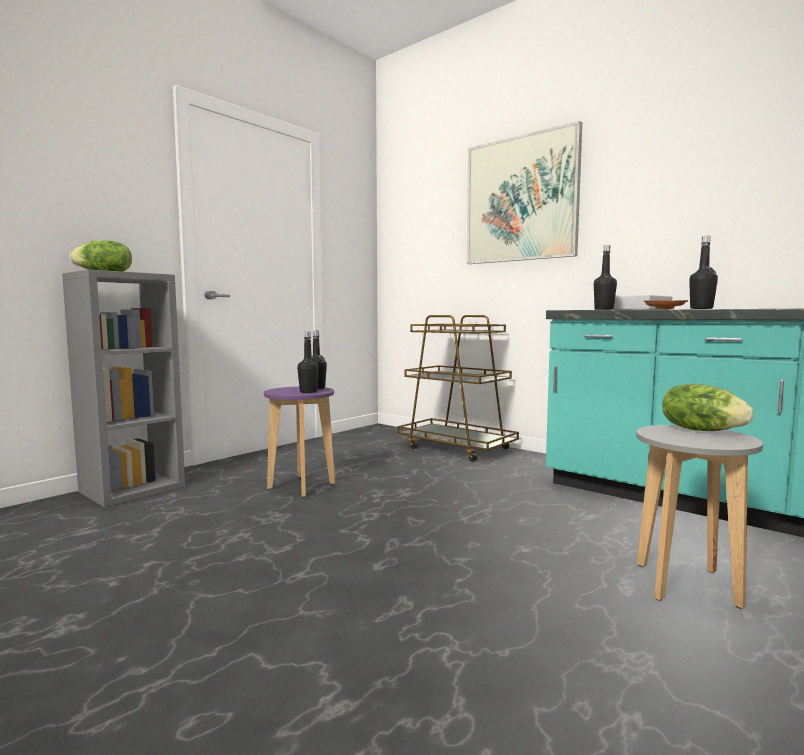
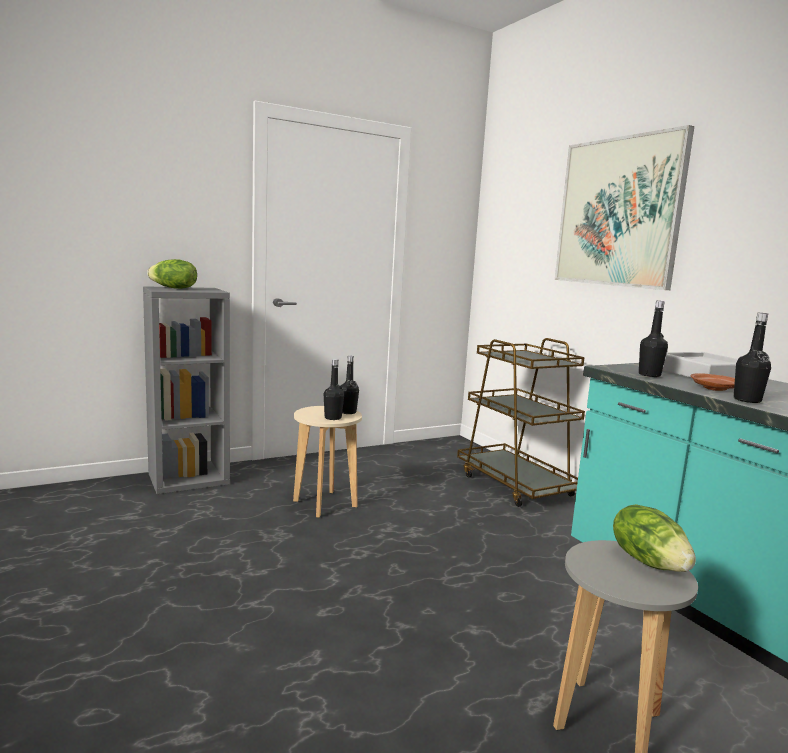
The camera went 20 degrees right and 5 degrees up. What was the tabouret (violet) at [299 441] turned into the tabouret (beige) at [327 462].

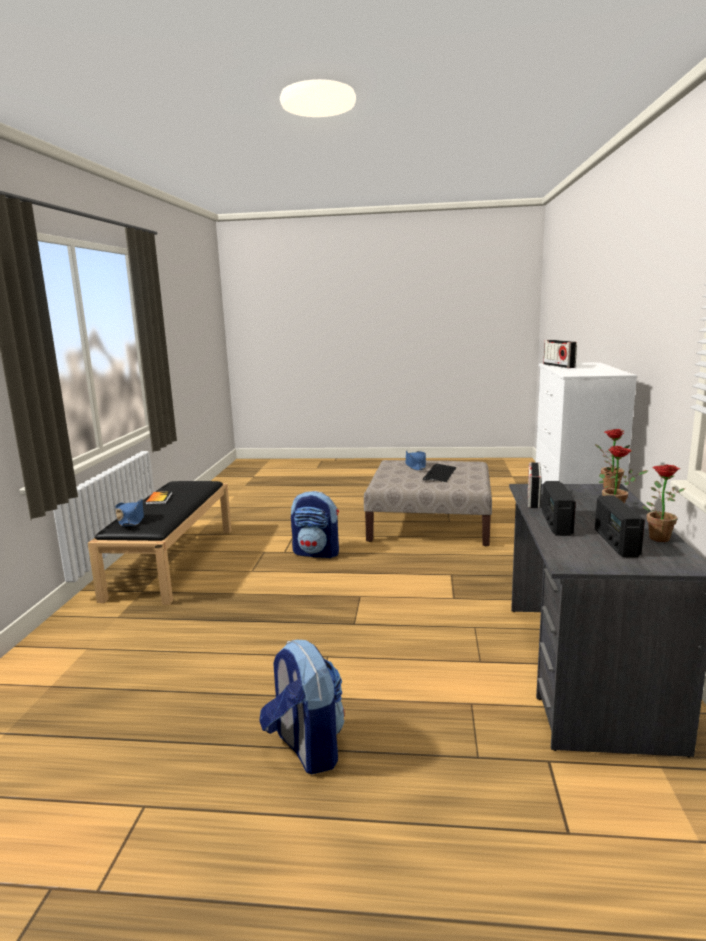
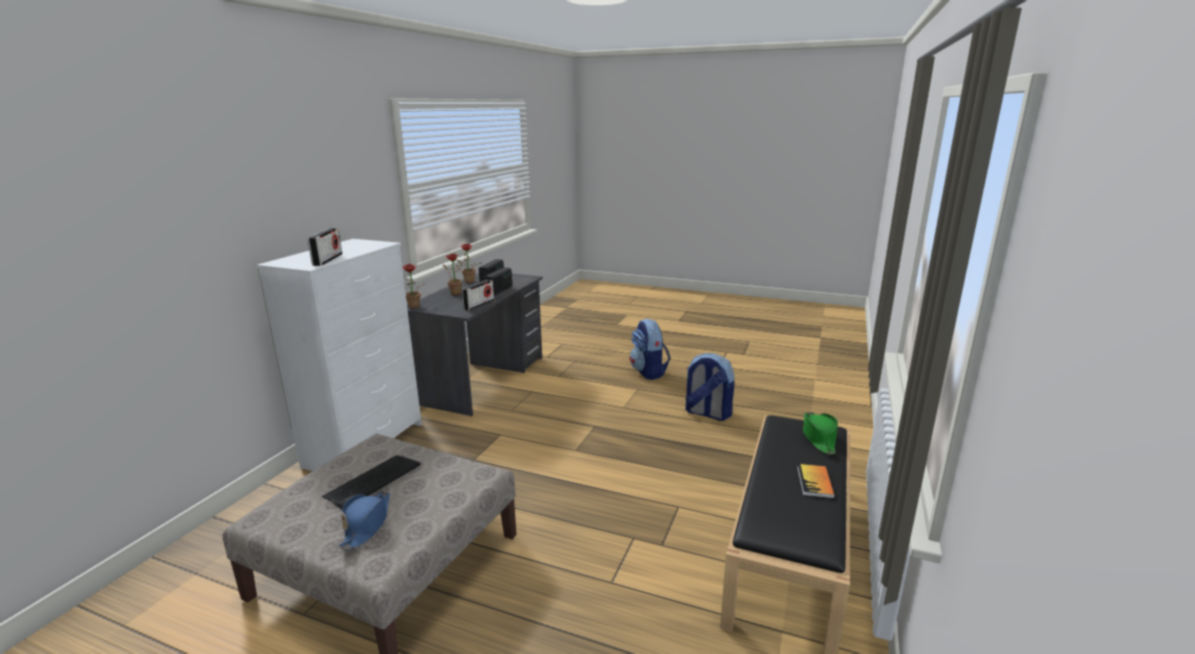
The camera went 165 degrees left and 5 degrees up. What was the chapeau (bleu) at [129 512] turned into the chapeau (vert) at [820 433]. The sac à dos ended up elsewhere, having gone from [315 524] to [709 387].

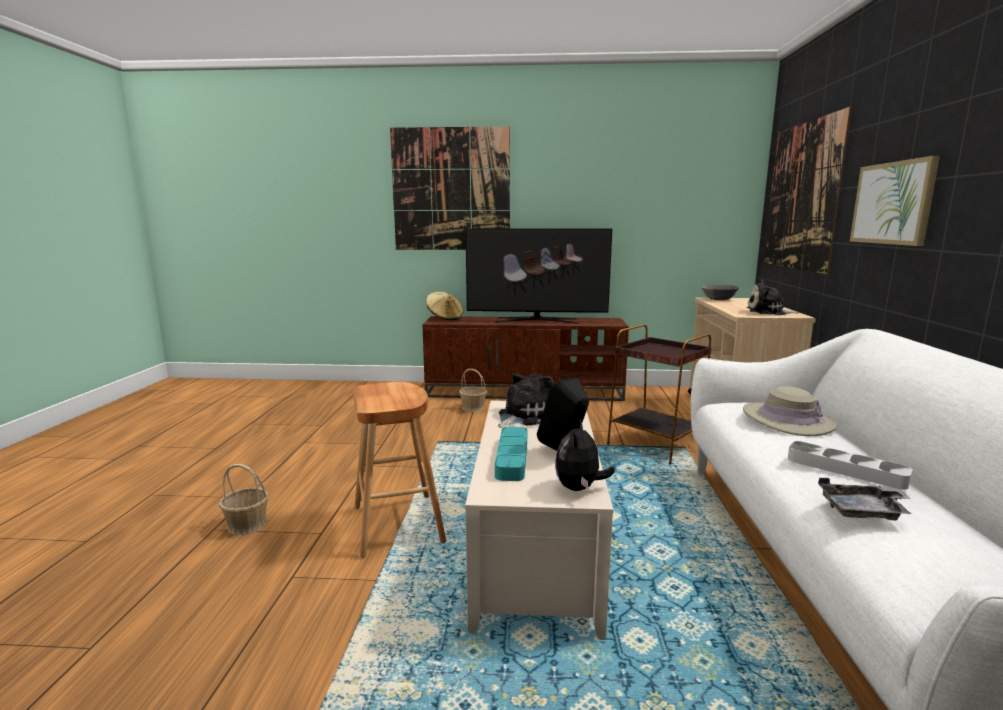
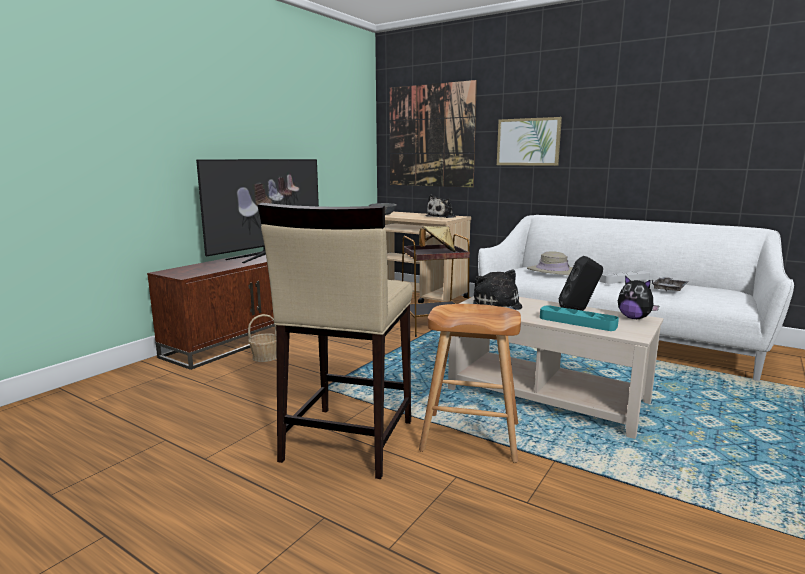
The camera went 60 degrees left and 0 degrees up. The second view lost the panier at [244 499]. The second view lost the tableau at [450 188]. The chapeau (beige) ended up elsewhere, having gone from [444 306] to [437 239]. The second view gained the tabouret (beige) at [335 341].

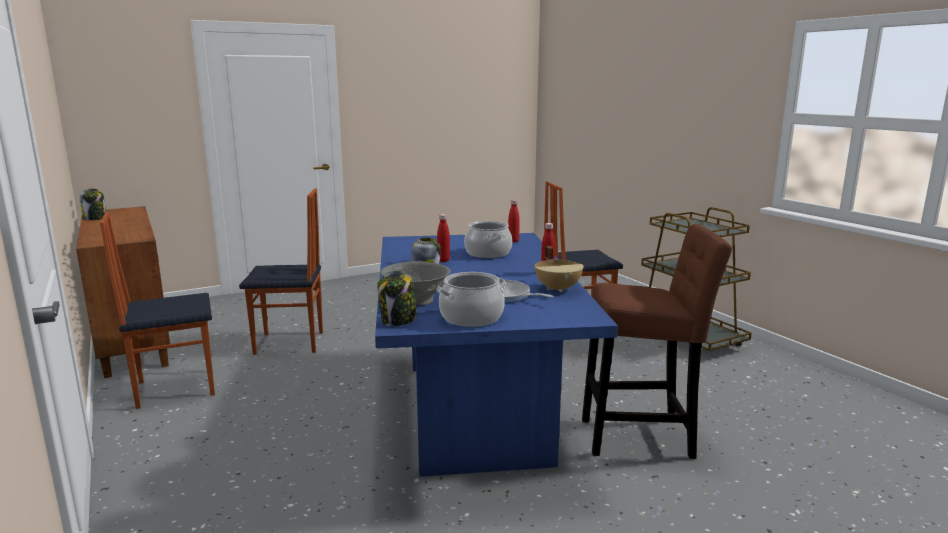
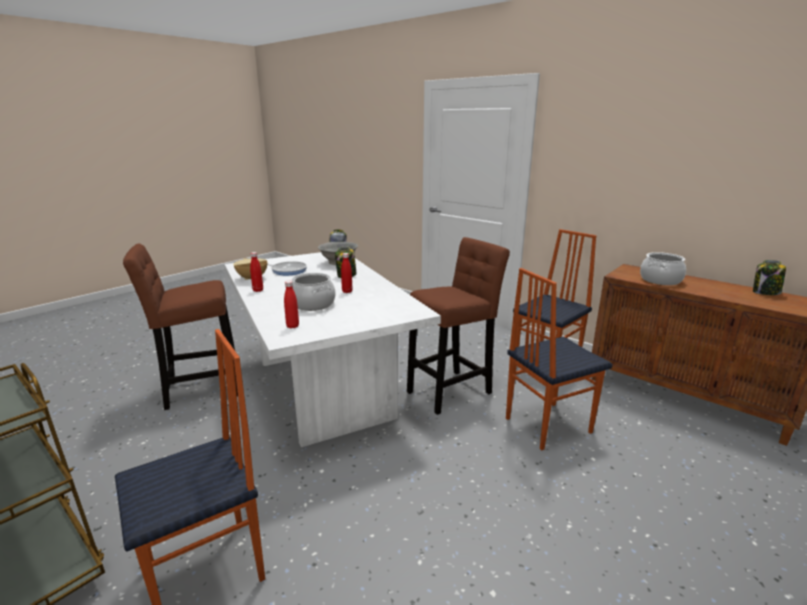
The camera went 160 degrees right and 5 degrees up. What was the table à manger (bleu) at [496 355] turned into the table à manger (blanc) at [332 349]. The marmite ended up elsewhere, having gone from [471 299] to [663 268]. The second view gained the tabouret (marron) at [458 326].

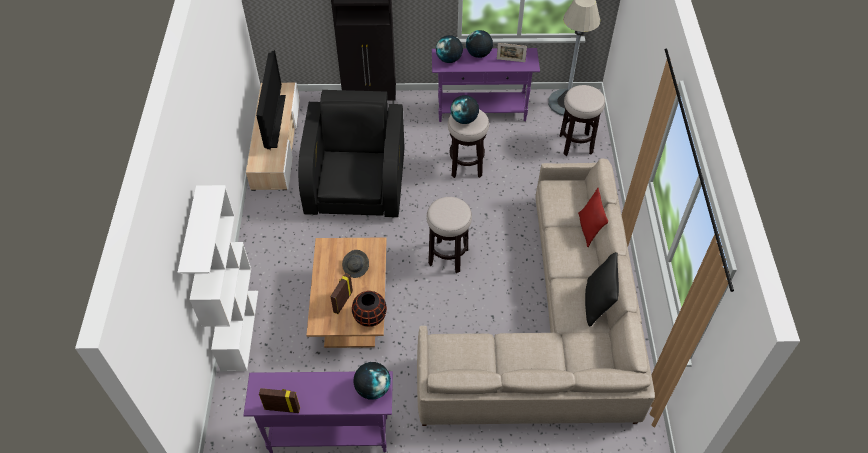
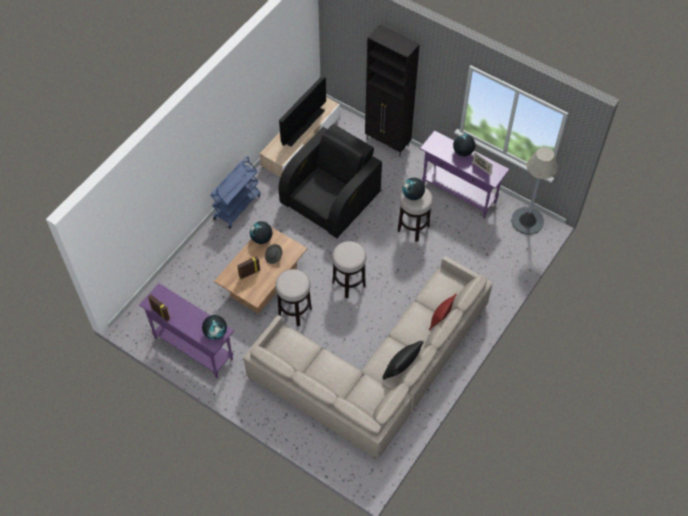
The camera went 35 degrees right and 5 degrees up. The second view lost the bibliothèque (blanc) at [218 278]. The second view lost the vase (noir) at [369 309]. The globe ended up elsewhere, having gone from [449 49] to [261 232]. The tabouret ended up elsewhere, having gone from [582 120] to [293 297]. The second view gained the chariot (bleu) at [235 192].

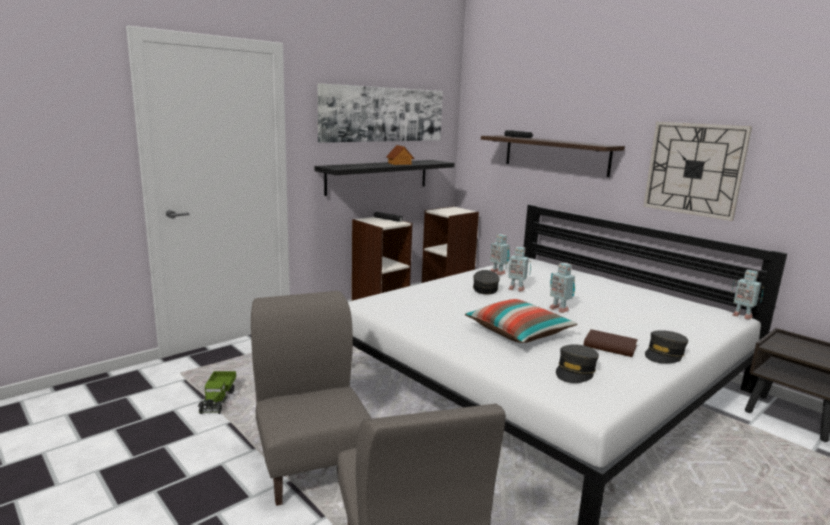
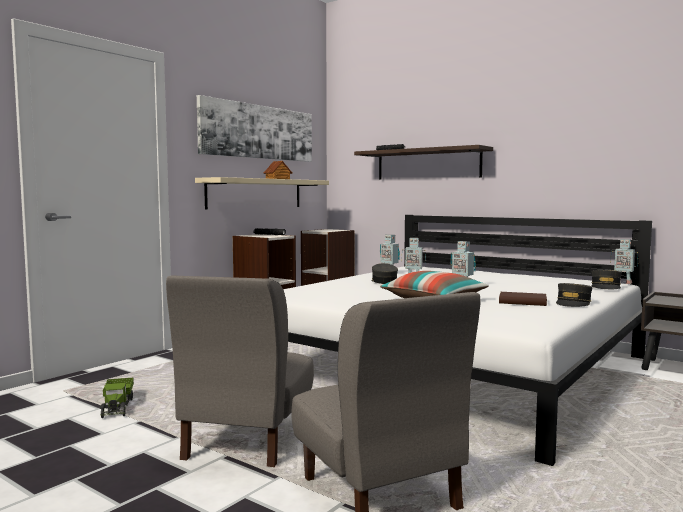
The camera went 10 degrees left and 10 degrees down. The chaise (gris) at [311 398] ended up facing another way, 135 degrees counterclockwise from before. What was the étagère (noir) at [384 178] turned into the étagère (beige) at [262 193]. The casquette (gris) ended up elsewhere, having gone from [577 363] to [607 279]. The second view lost the horloge murale at [697 171].

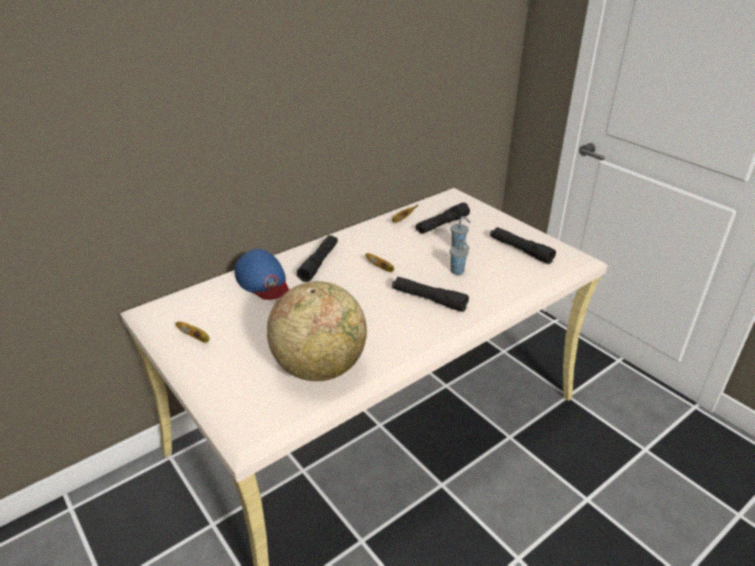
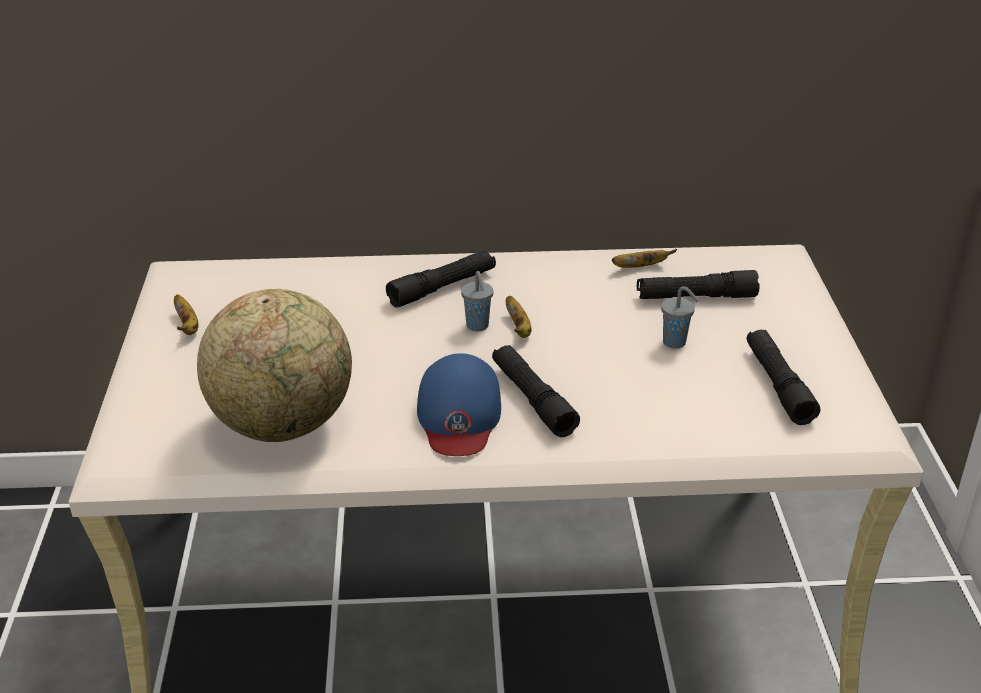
The camera went 35 degrees right and 0 degrees up. The casquette (bleu) ended up elsewhere, having gone from [261 274] to [459 404]. The tasse (gris) ended up elsewhere, having gone from [460 257] to [477 301].

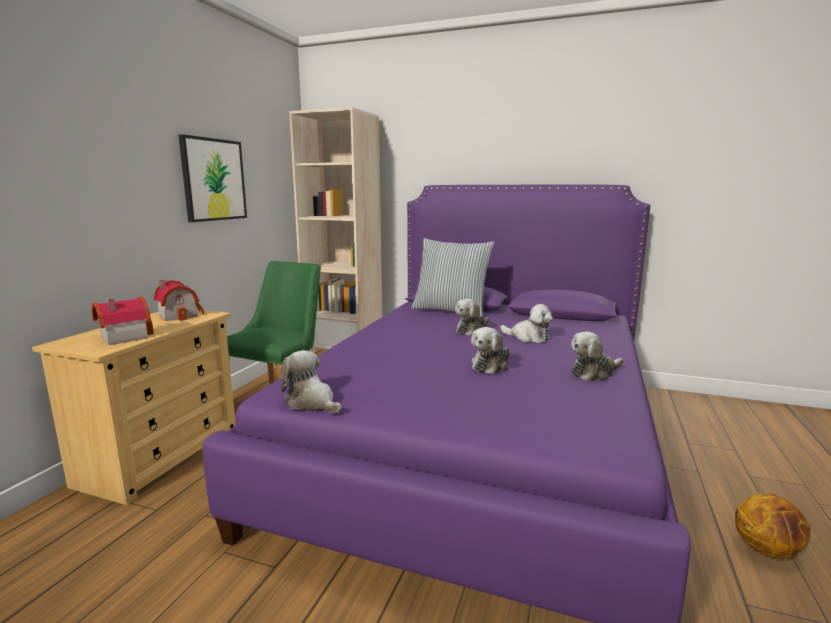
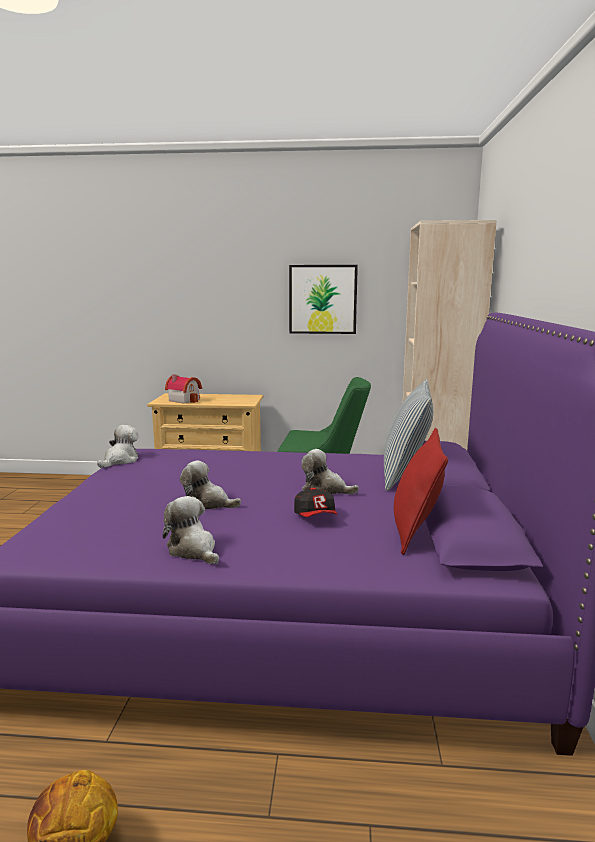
The camera went 75 degrees right and 0 degrees up. The second view lost the maison miniature at [179 300]. Where the peluche stood at [526 323], the casquette came to stand at [316 502]. The second view gained the coussin (rouge) at [421 491].

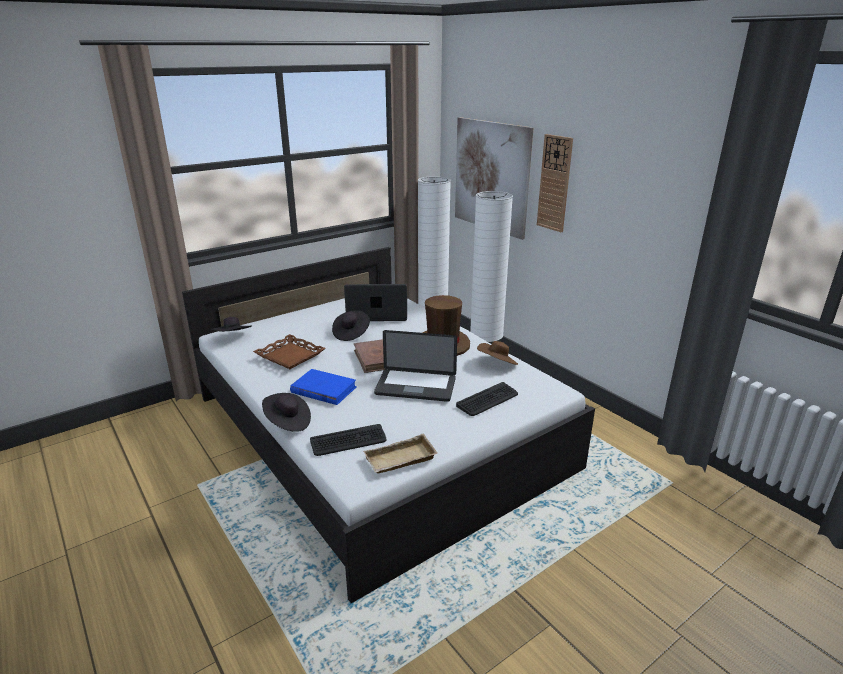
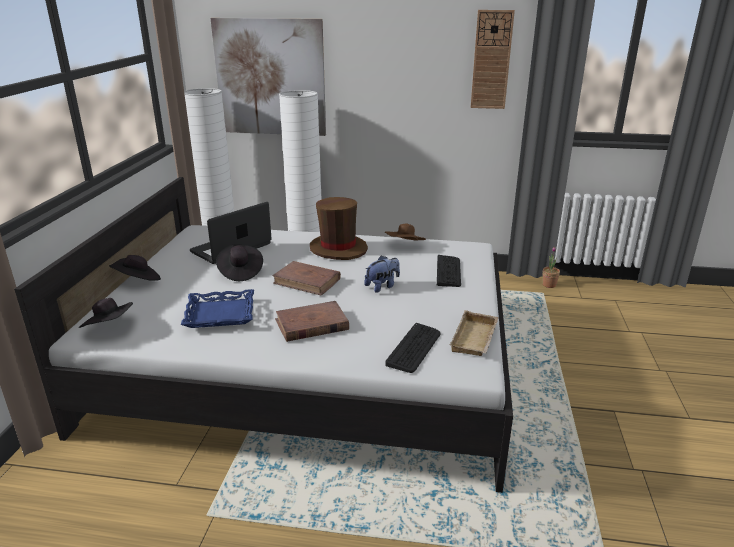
The camera went 45 degrees left and 0 degrees up. What was the plateau (marron) at [289 351] turned into the plateau (bleu) at [217 308]. The chapeau (noir) ended up elsewhere, having gone from [286 412] to [135 268]. What was the livre (bleu) at [323 387] turned into the livre (marron) at [312 321]. Where the ordinateur portable stood at [415 366], the peluche came to stand at [382 274]. The horloge murale ended up elsewhere, having gone from [555 183] to [493 59]. The second view gained the plante en pot at [551 267].

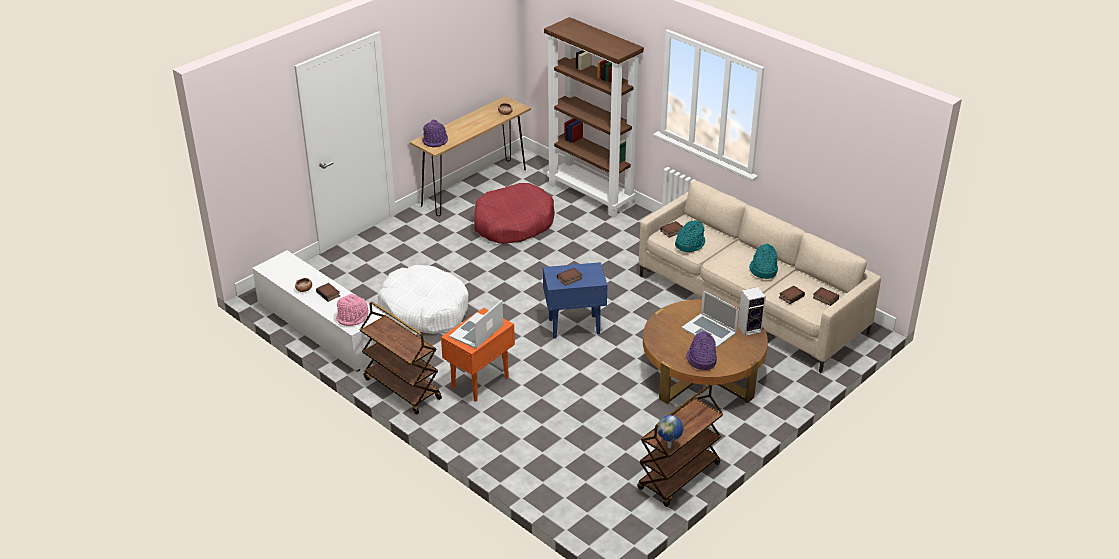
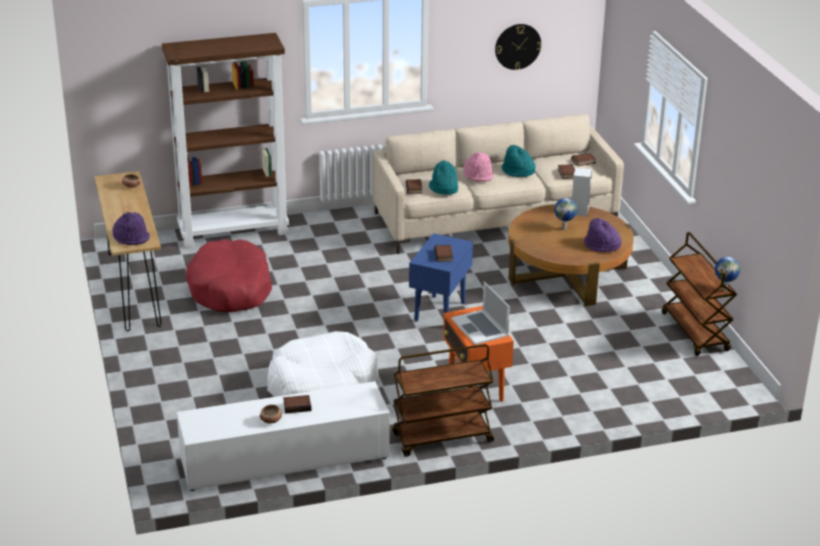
The camera went 60 degrees left and 5 degrees down. The chapeau (rose) ended up elsewhere, having gone from [352 310] to [479 167]. Where the ordinateur portable stood at [710 319], the globe came to stand at [565 214]. The second view gained the horloge murale at [518 47].

